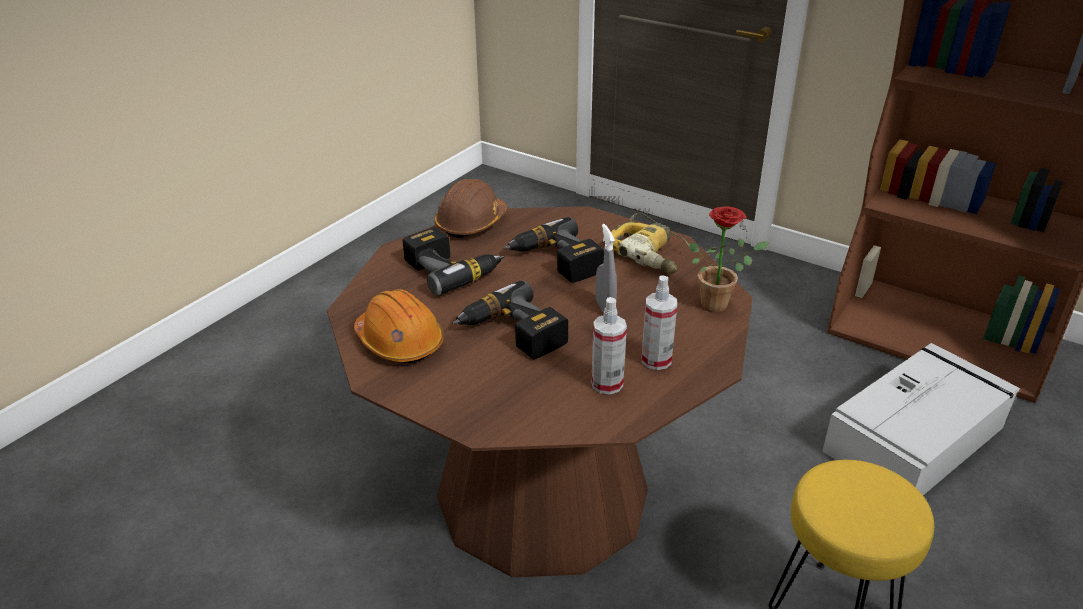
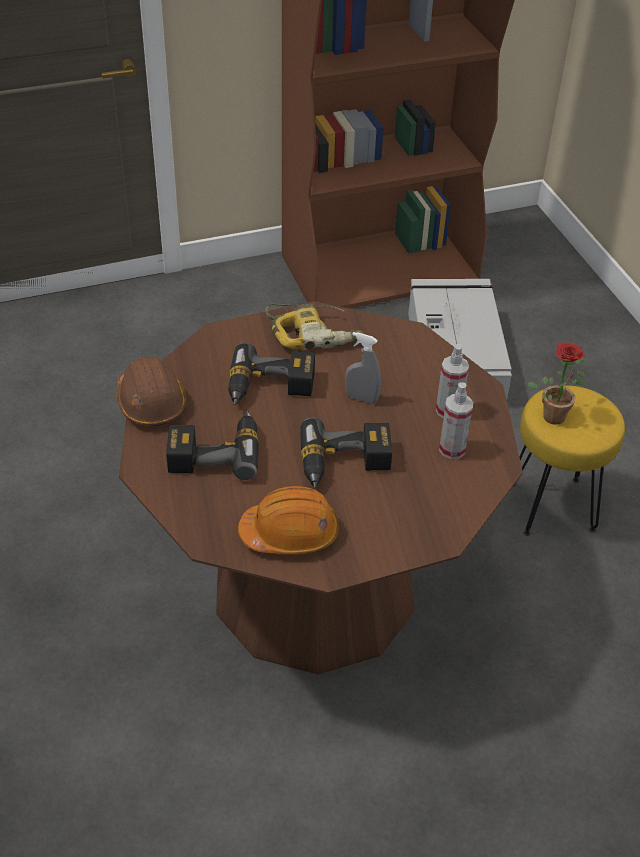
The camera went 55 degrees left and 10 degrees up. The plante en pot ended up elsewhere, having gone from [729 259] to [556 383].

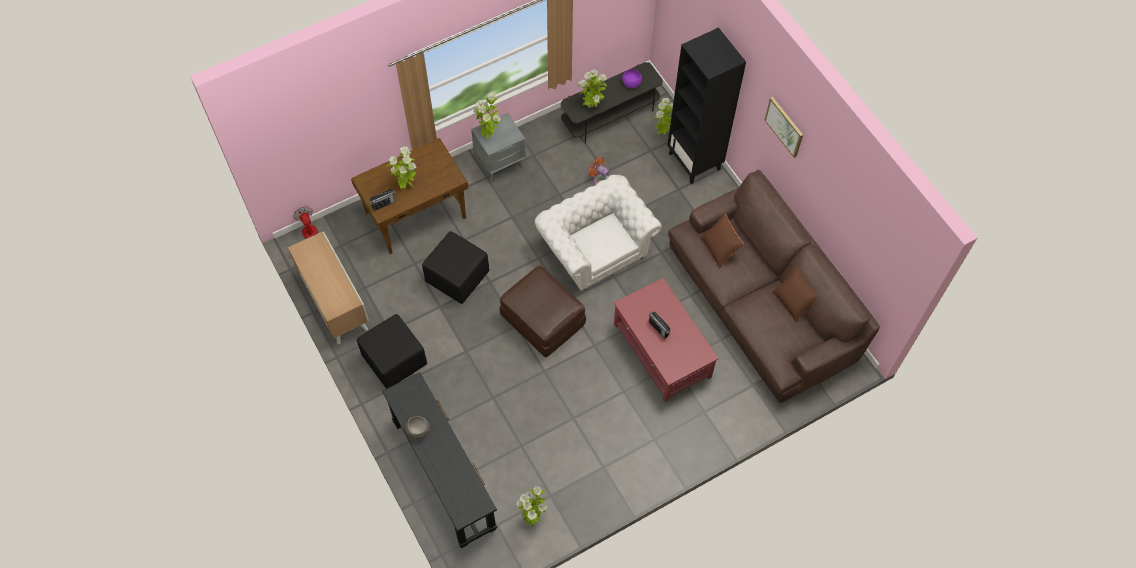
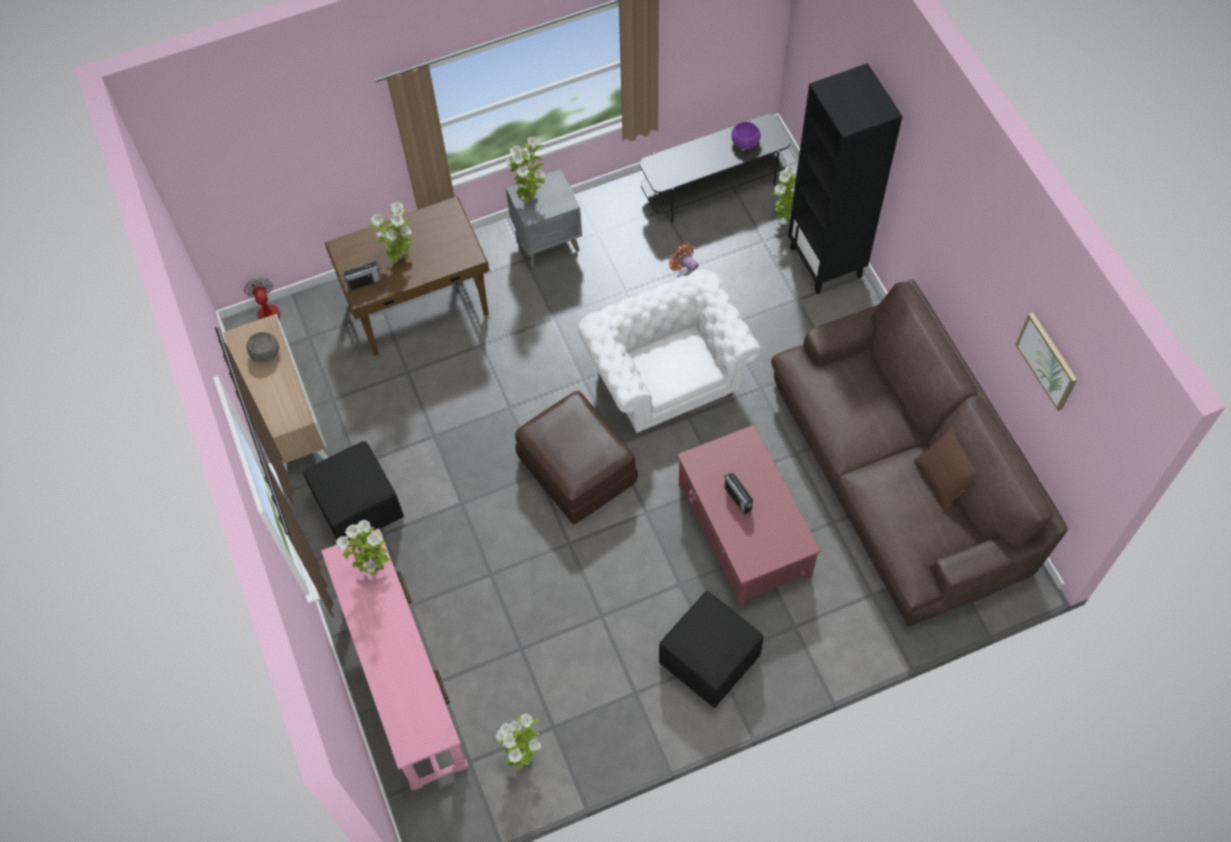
The camera went 10 degrees right and 0 degrees up. What was the table console (noir) at [439 460] turned into the table console (rose) at [394 659]. The bol (gris) ended up elsewhere, having gone from [418 428] to [263 347]. The pouf (noir) ended up elsewhere, having gone from [455 267] to [711 649]. The plante en pot ended up elsewhere, having gone from [592 89] to [363 547]. The second view lost the coussin (marron) at [722 241]. The tableau ended up elsewhere, having gone from [783 127] to [1046 361].

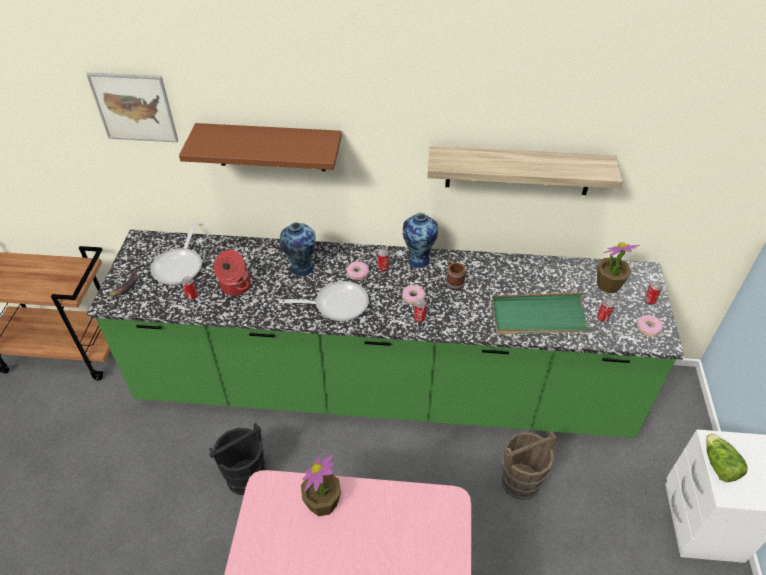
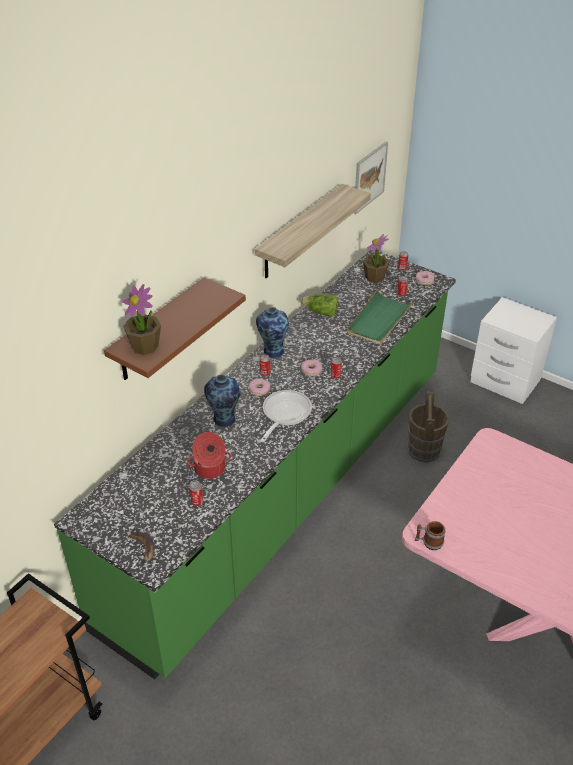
The camera went 60 degrees left and 5 degrees down. The tableau ended up elsewhere, having gone from [132 107] to [371 178]. The second view lost the poêle at [176 253]. The second view lost the seau (noir) at [237 459]. The plante en pot ended up elsewhere, having gone from [321 485] to [141 319]. The mug ended up elsewhere, having gone from [456 273] to [430 535]. The laitue ended up elsewhere, having gone from [726 457] to [320 305].

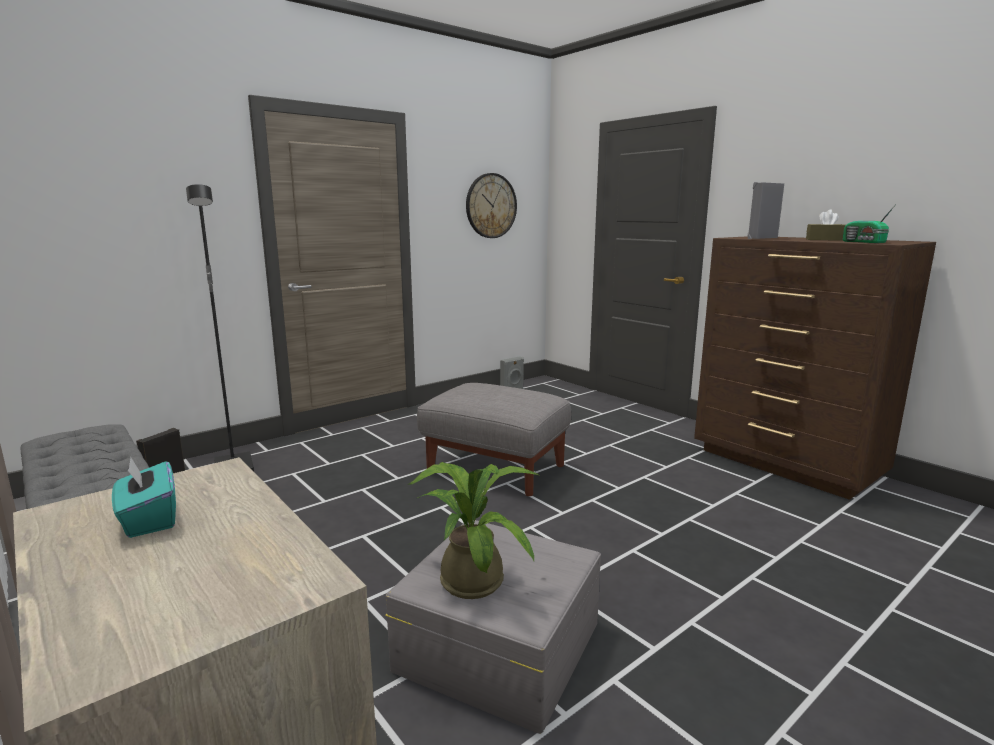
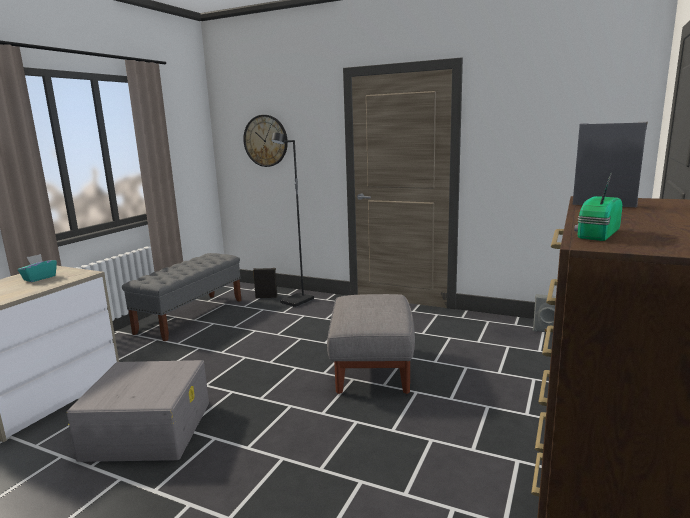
The camera went 65 degrees right and 0 degrees up. The second view lost the plante en pot at [473 530]. The horloge murale ended up elsewhere, having gone from [491 205] to [265 141]. The second view lost the boîte à mouchoirs (marron) at [826 225].

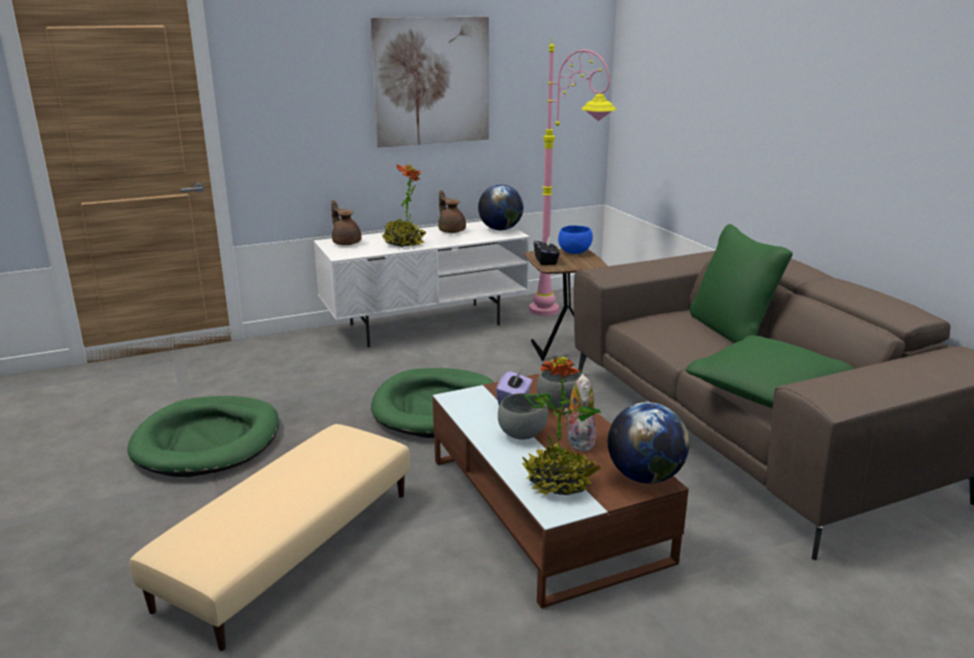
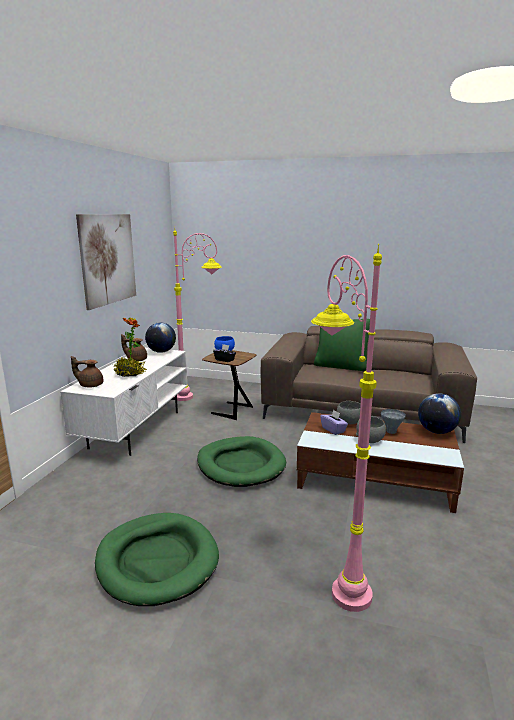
The camera went 50 degrees left and 5 degrees down. Where the pouf (beige) stood at [269 537], the lampadaire (rose) came to stand at [346 428]. The second view lost the plante en pot at [561 426]. Where the peluche stood at [579 413], the vase (gris) came to stand at [393 421]. The second view lost the coussin (vert) at [770 371].

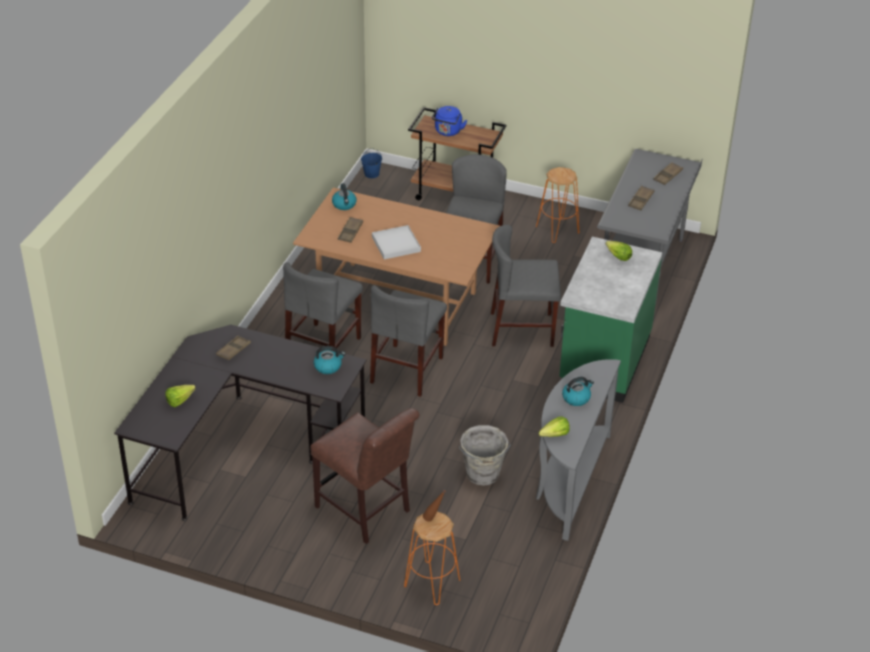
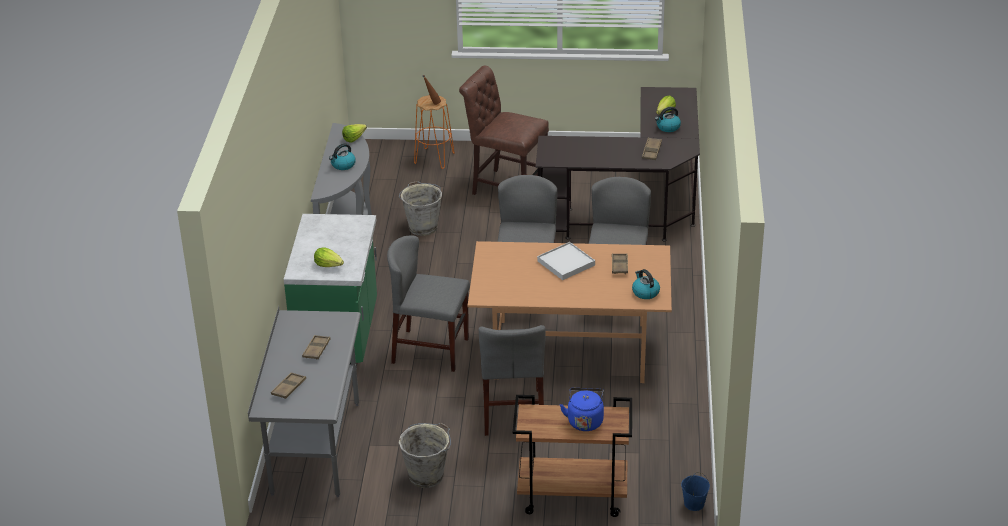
The camera went 165 degrees right and 5 degrees down. The bouilloire ended up elsewhere, having gone from [329 360] to [668 119]. The chaise (gris) at [526 286] ended up facing another way, 150 degrees counterclockwise from before. Where the tabouret (orange) stood at [557 205], the seau (gris) came to stand at [425 455].

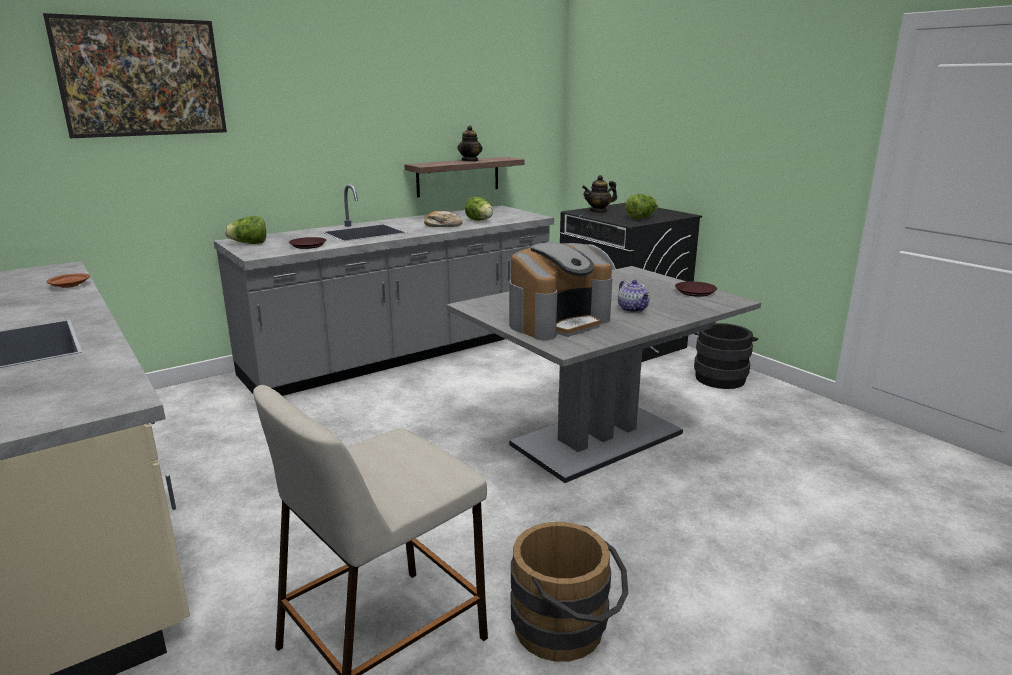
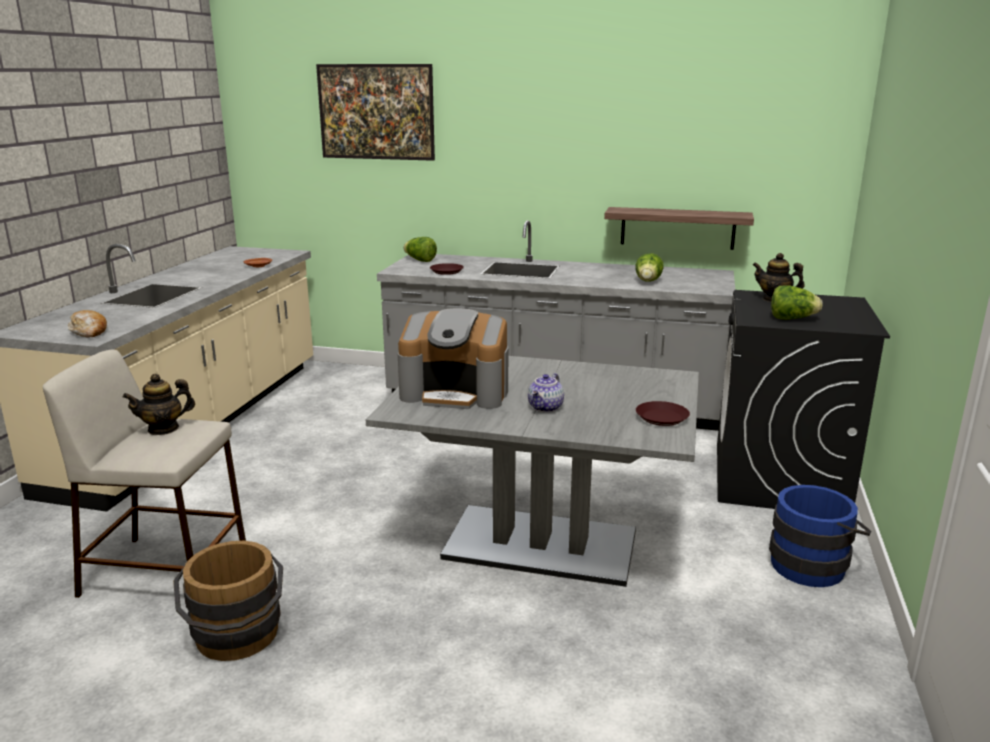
The camera went 50 degrees right and 0 degrees up. The pain ended up elsewhere, having gone from [443 219] to [87 323]. The théière ended up elsewhere, having gone from [469 143] to [159 404]. What was the seau (noir) at [726 356] turned into the seau (bleu) at [820 536].

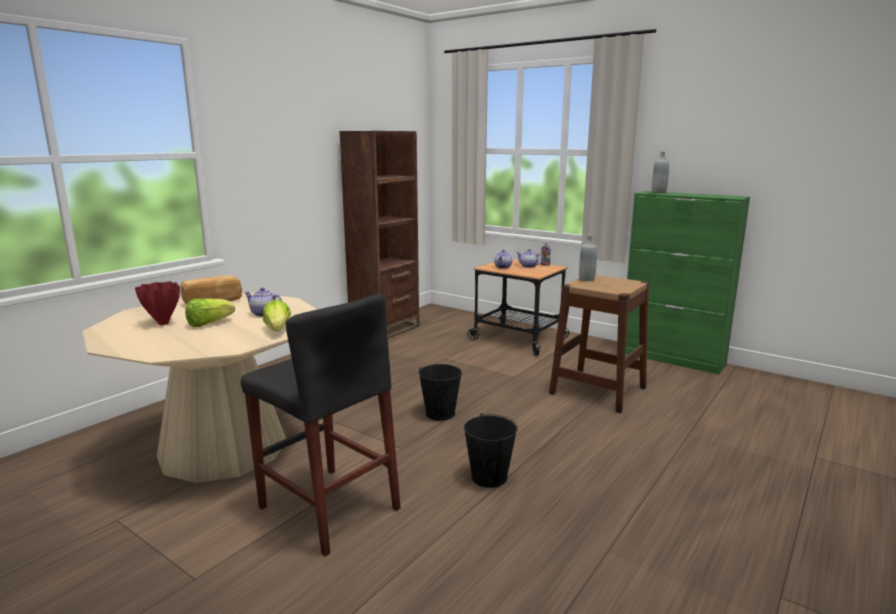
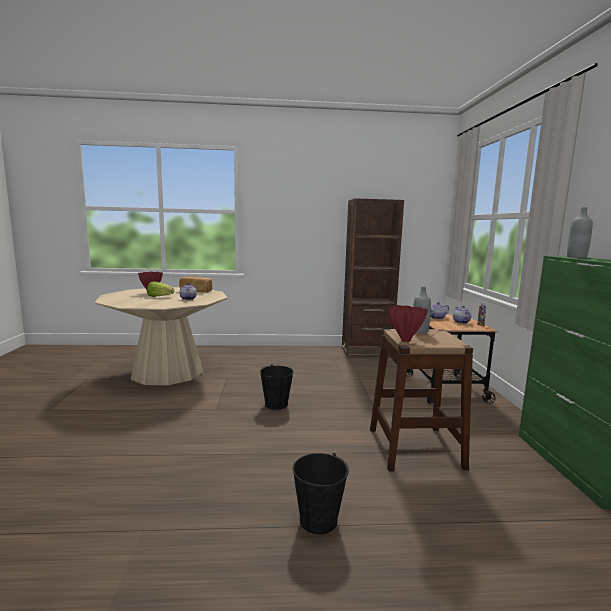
The camera went 50 degrees right and 5 degrees down. The second view lost the tabouret (noir) at [321 424]. The second view lost the laitue at [277 315]. The seau (noir) ended up elsewhere, having gone from [491 450] to [321 493]. The second view gained the vase (rouge) at [408 323].

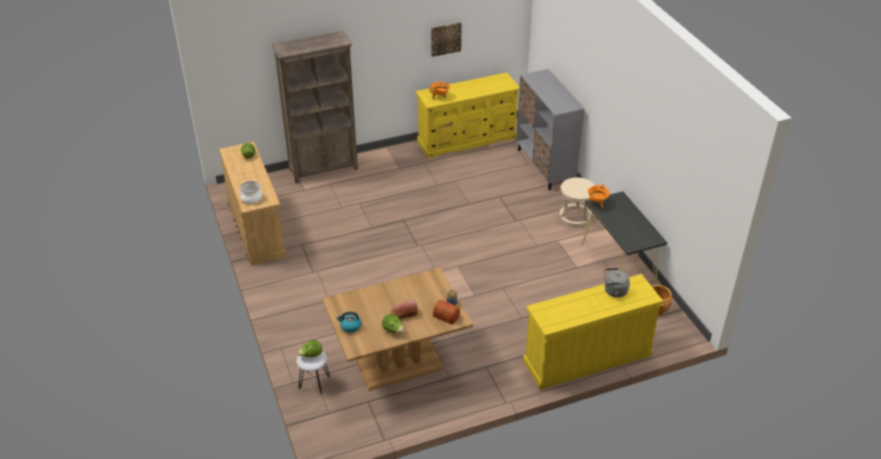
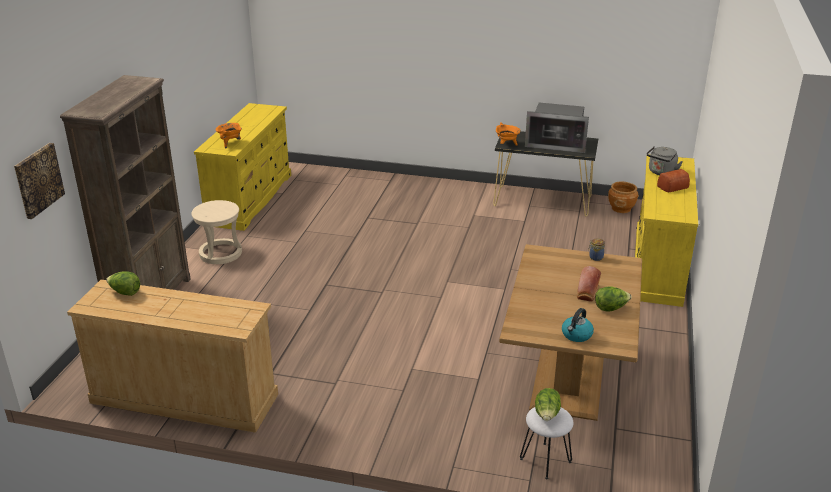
The camera went 55 degrees left and 10 degrees down. The second view lost the marmite at [250 192]. The tableau ended up elsewhere, having gone from [446 39] to [39 181]. The pain ended up elsewhere, having gone from [446 312] to [673 180]. The second view lost the meuble de rangement (gris) at [550 129]. The tabouret (beige) ended up elsewhere, having gone from [577 202] to [216 232]. The second view gained the micro-ondes at [557 127].

